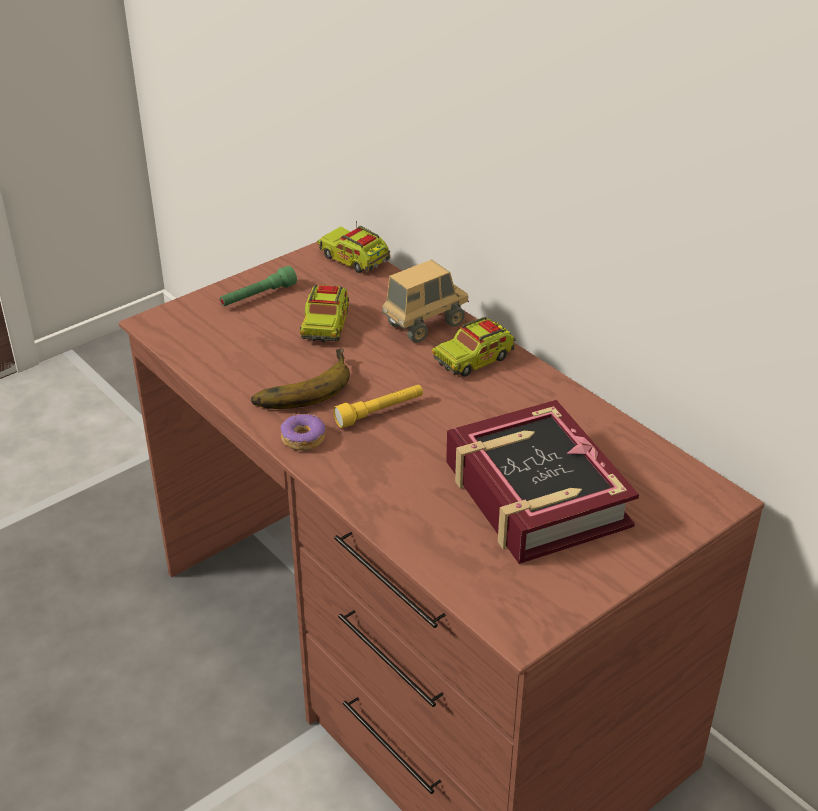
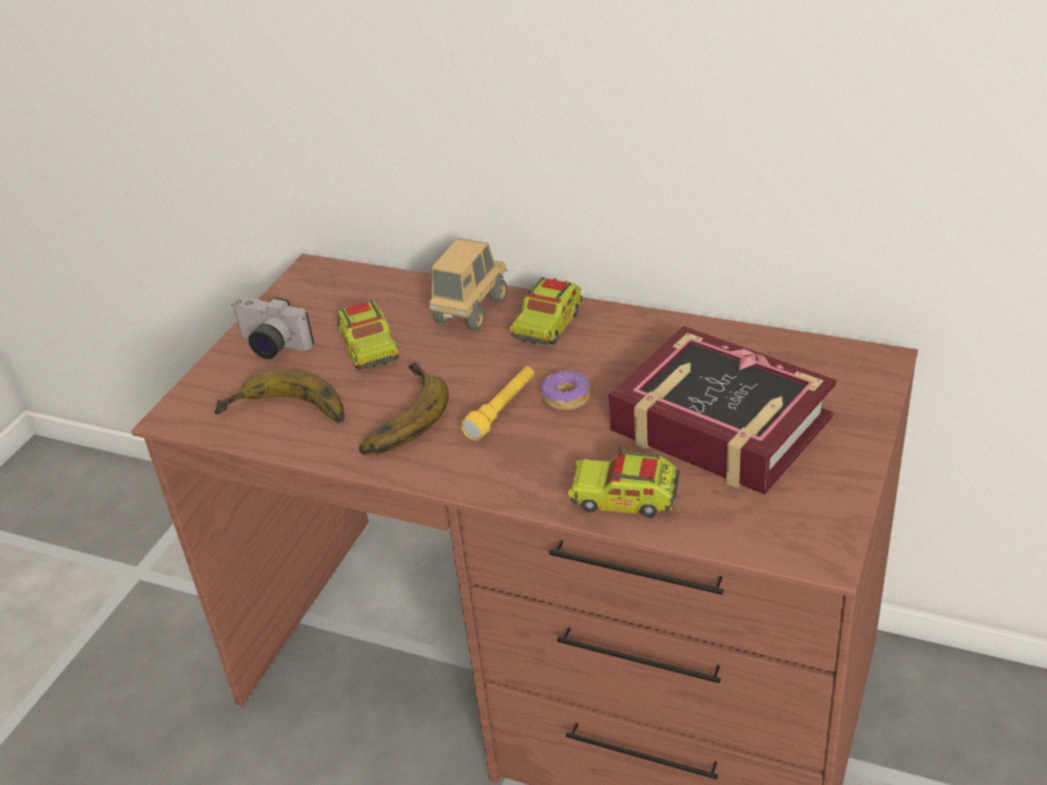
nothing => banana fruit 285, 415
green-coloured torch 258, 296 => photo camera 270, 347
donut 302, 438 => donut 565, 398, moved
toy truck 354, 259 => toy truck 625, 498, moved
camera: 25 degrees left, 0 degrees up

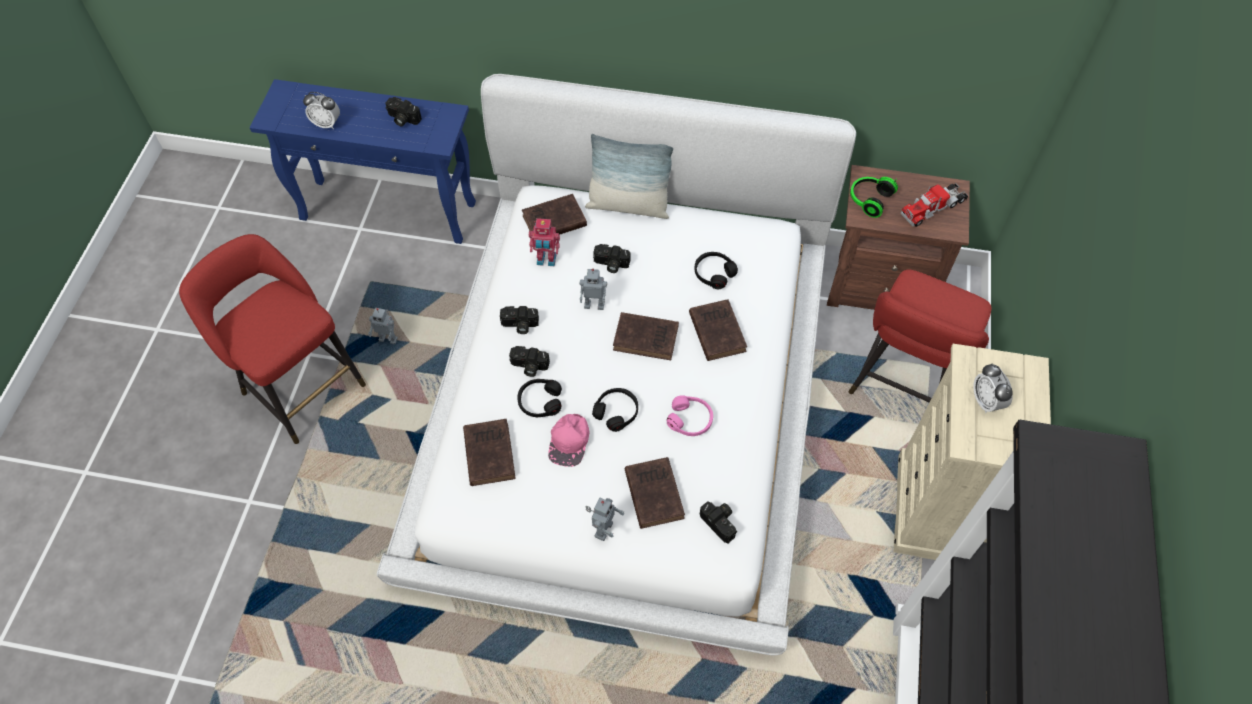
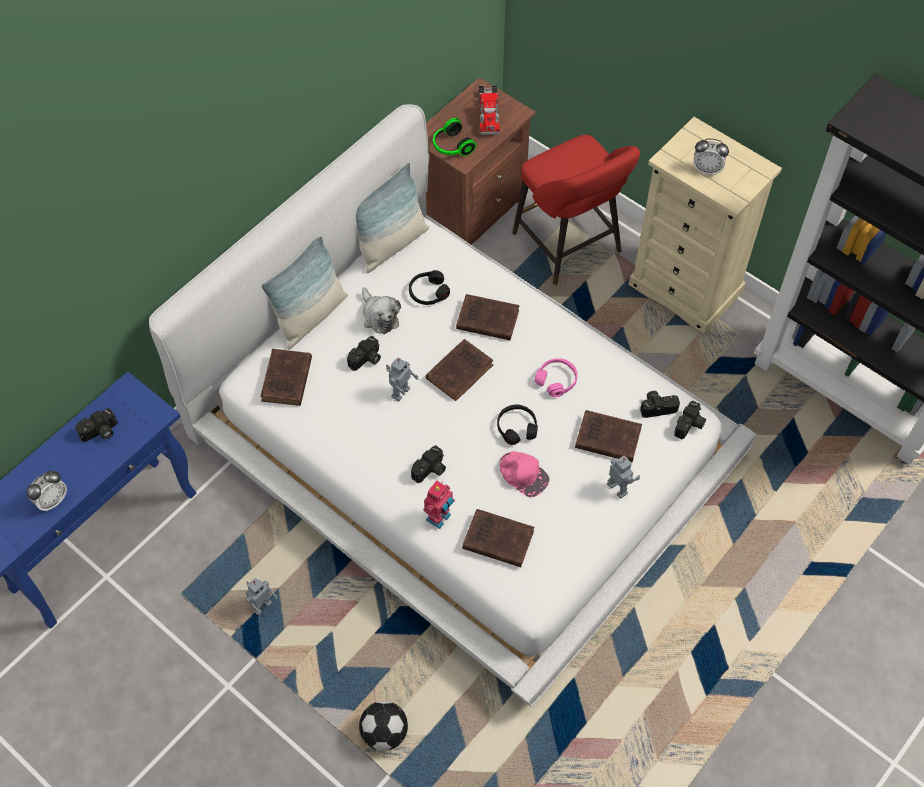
nothing => cushion 391, 245
nothing => football 384, 732
nothing => plush toy 379, 316
model robot 546, 260 => model robot 439, 518, moved
photo camera 519, 325 => photo camera 690, 426, moved
red-coloured stool seat 299, 385 => nothing
blackish headset 540, 401 => nothing
camera: 60 degrees left, 0 degrees up

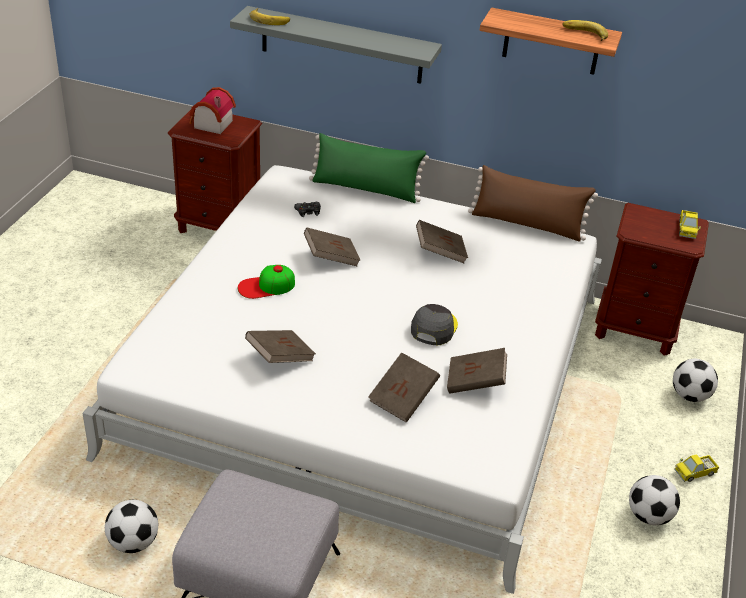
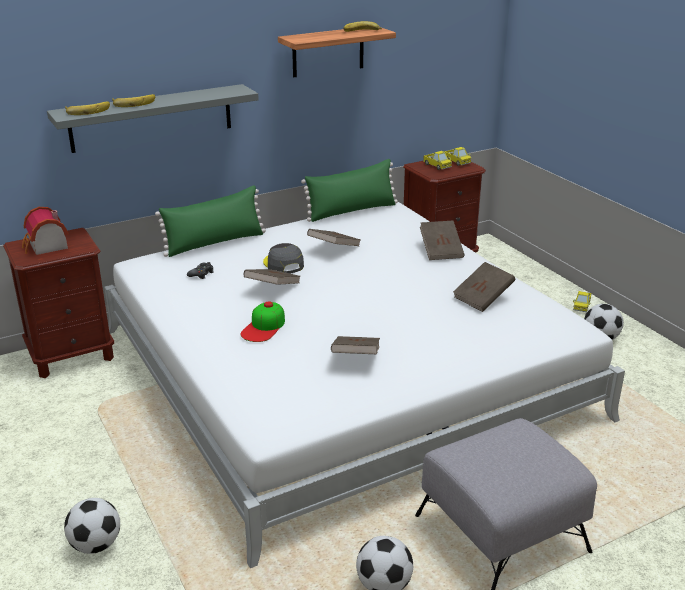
football 690, 396 => football 96, 545, moved
nothing => banana fruit 134, 103
gray cap 433, 327 => gray cap 283, 264, moved
brown-coloured cushion 527, 224 => green-coloured cushion 352, 211
brown-coloured volume 403, 399 => brown-coloured volume 441, 251, moved
nothing => toy truck 437, 166
camera: 45 degrees left, 10 degrees down

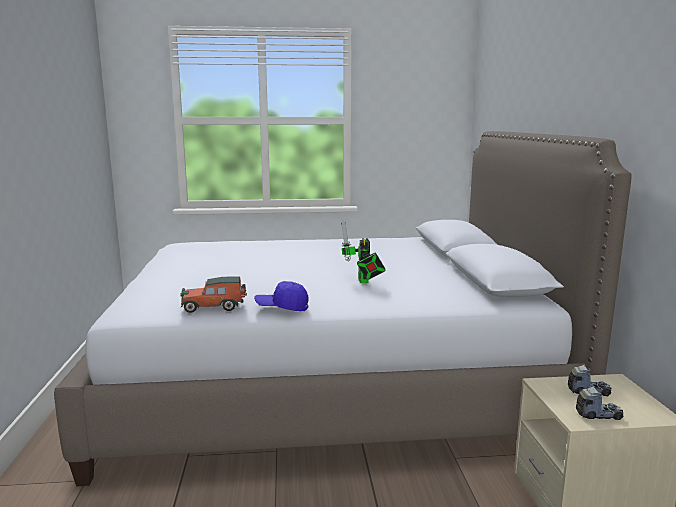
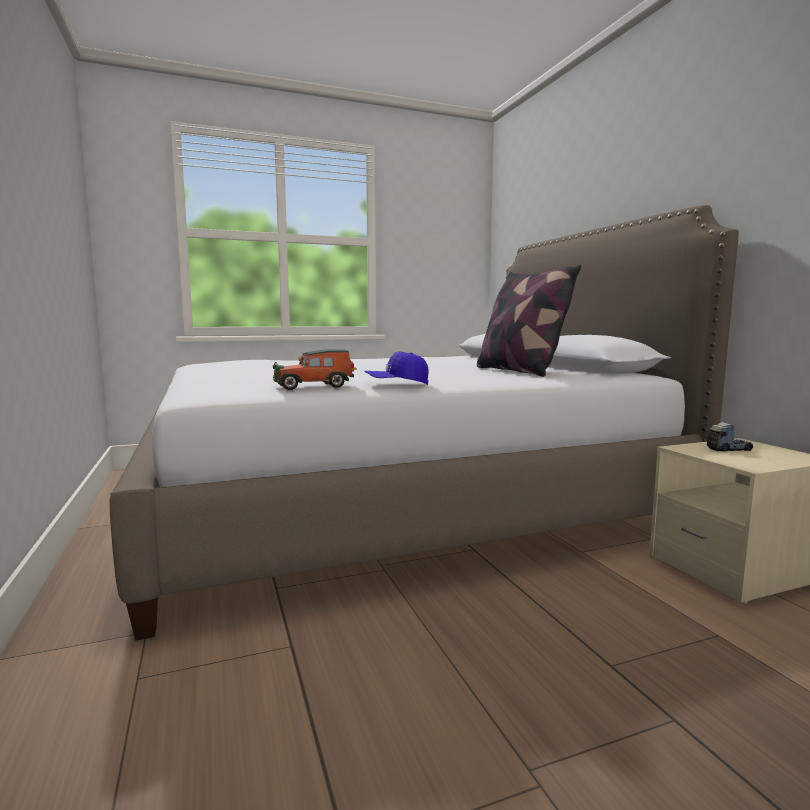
nothing => cushion 519, 371
model robot 363, 281 => nothing
toy truck 598, 414 => nothing
camera: 15 degrees left, 5 degrees down

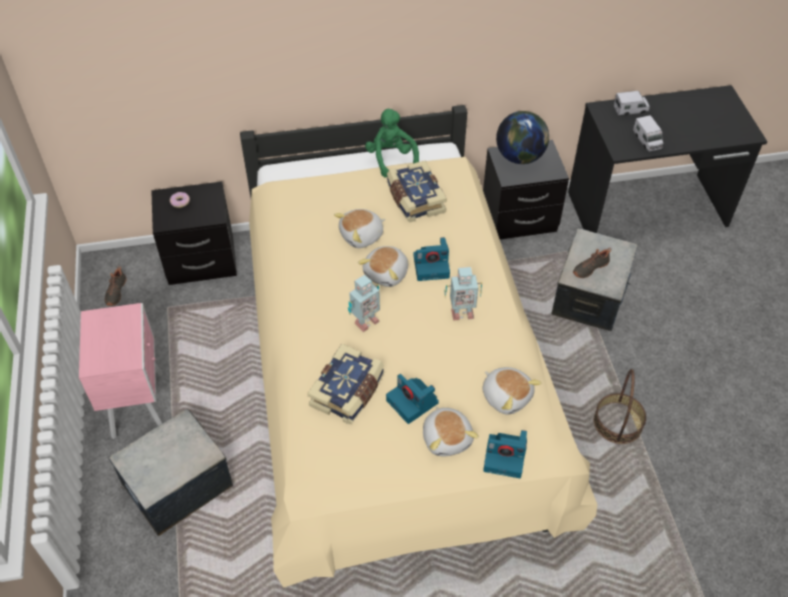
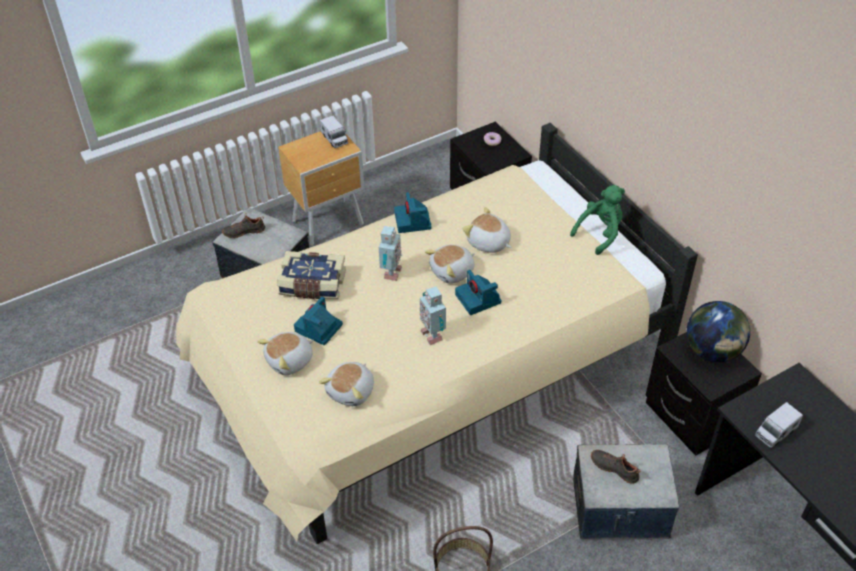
blackish low shoe 115, 292 => blackish low shoe 244, 231, moved
pink-coloured bedside table 139, 403 => brown-coloured bedside table 329, 223
toy truck 630, 110 => toy truck 334, 139, moved
model robot 365, 321 => model robot 390, 273, 105 degrees counterclockwise
photo camera 505, 456 => photo camera 413, 221, moved
plush toy 387, 273 => plush toy 453, 272, 45 degrees counterclockwise
volume 414, 199 => nothing
camera: 70 degrees right, 5 degrees down

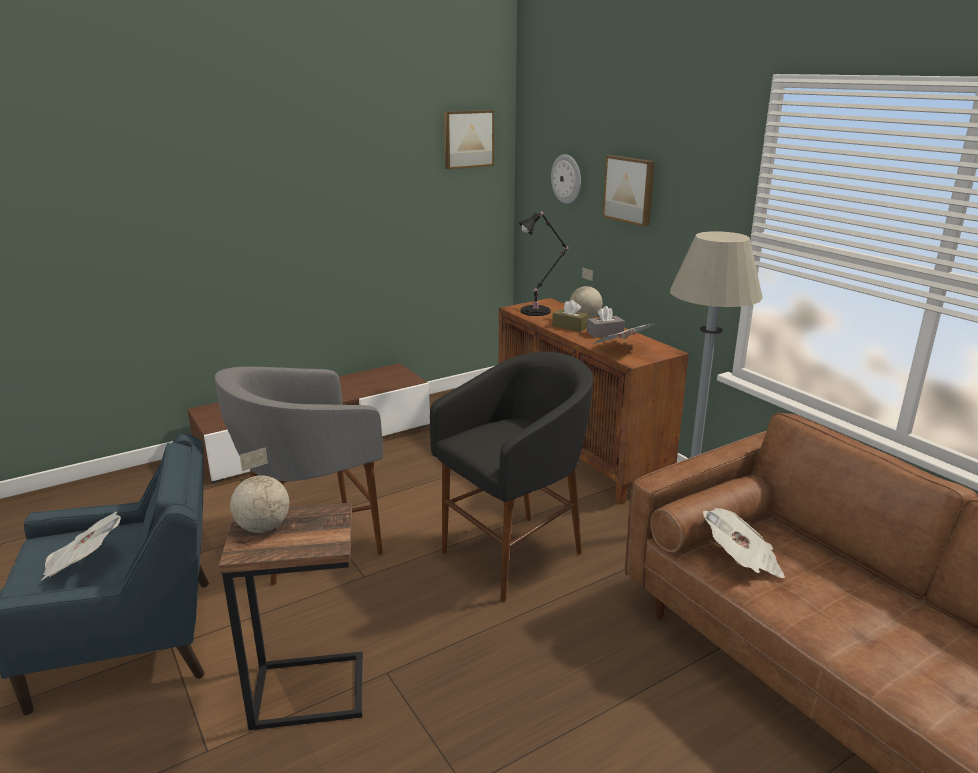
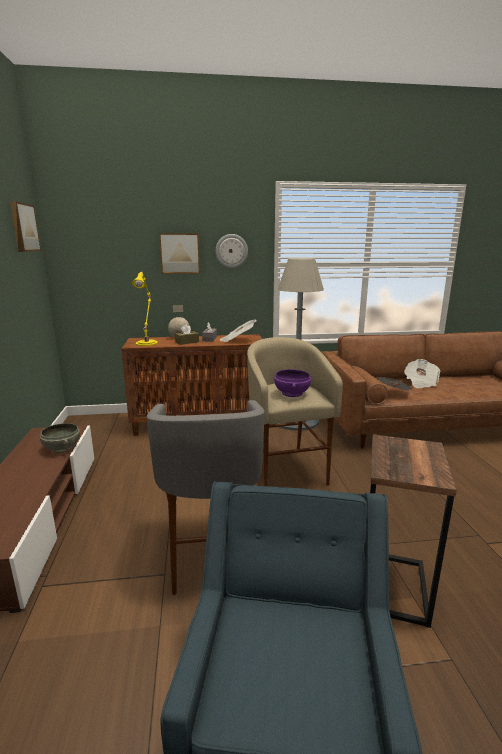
nothing => gray serving bowl 61, 448
blackish tabletop lamp 538, 311 => yellow tabletop lamp 147, 343
hanging clock 567, 179 => hanging clock 231, 251, moved
blackish stool seat 515, 554 => sand-coloured stool seat 286, 470
nothing => purple-coloured serving bowl 291, 393
daily paper 84, 563 => daily paper 420, 383, moved
globe 262, 528 => nothing
camera: 65 degrees left, 5 degrees down

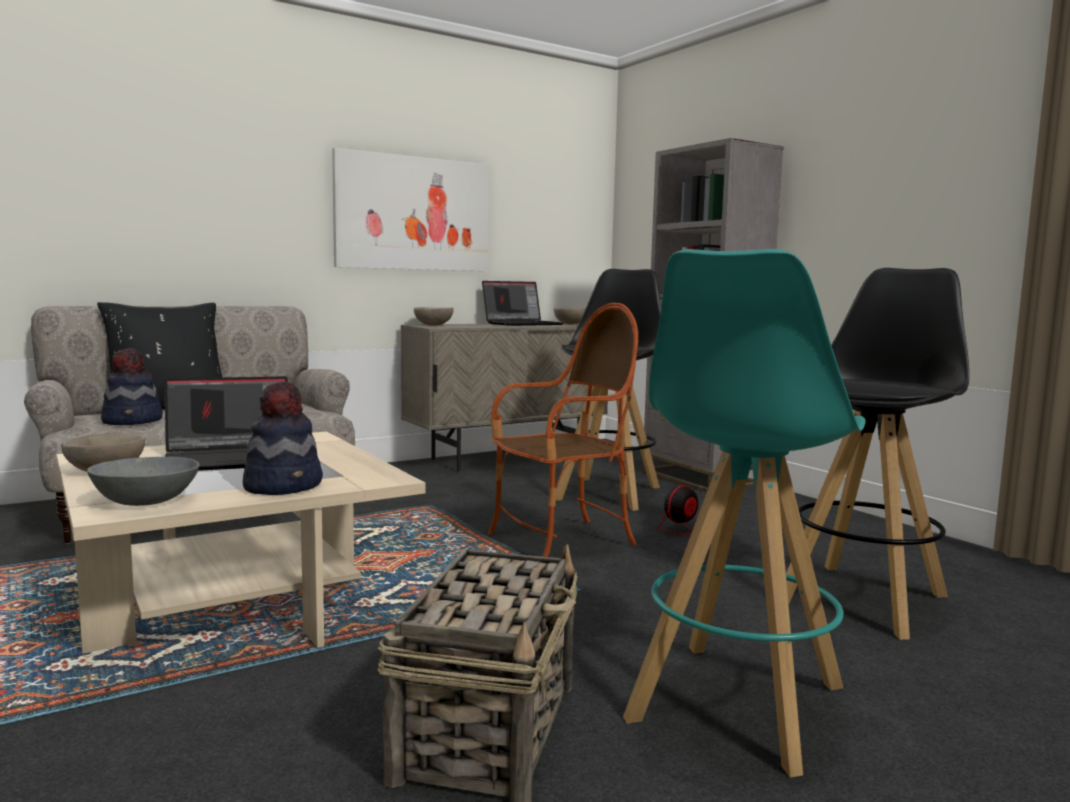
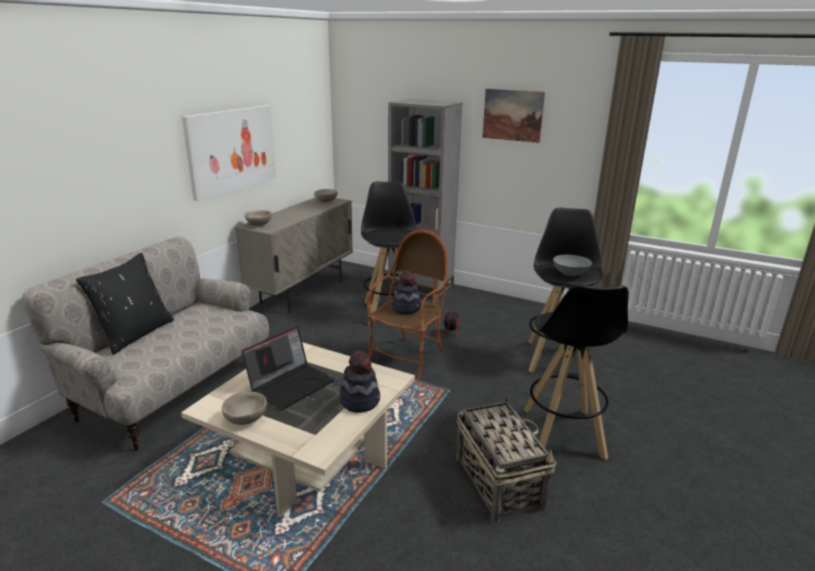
wearable hat 133, 421 => wearable hat 406, 308, moved
nothing => wall art 512, 115
turquoise stool seat 735, 704 => blackish stool seat 563, 433
gray serving bowl 146, 501 => gray serving bowl 571, 273, moved
notebook computer 522, 324 => nothing
camera: 30 degrees left, 15 degrees up

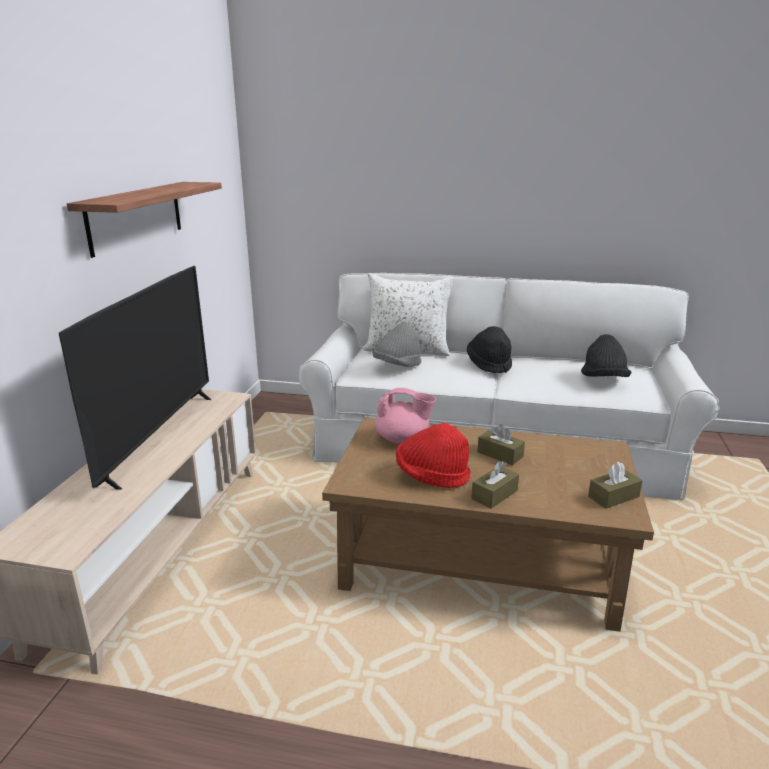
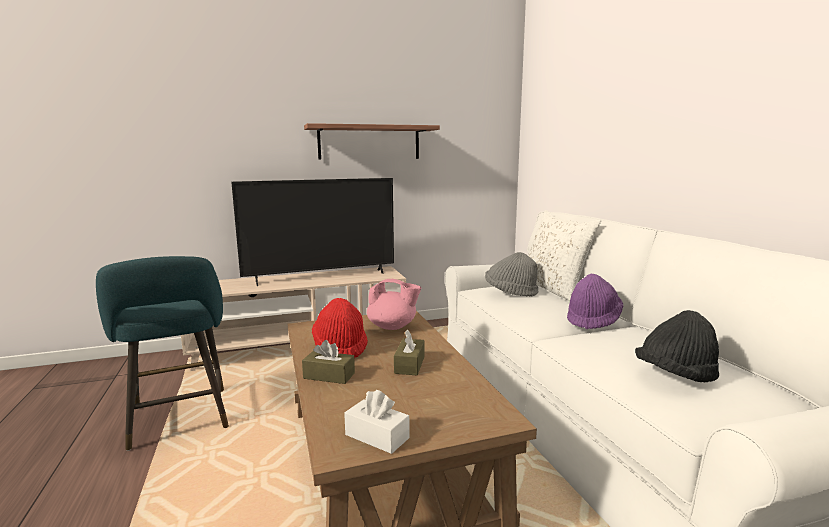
nothing => turquoise stool seat 179, 421
brown-coloured box of tissues 613, 497 => whitish box of tissues 377, 436
pink-coloured teapot 403, 439 => pink-coloured teapot 393, 327, 60 degrees counterclockwise
blackish wearable hat 489, 364 => purple-coloured wearable hat 593, 320
camera: 60 degrees right, 10 degrees down

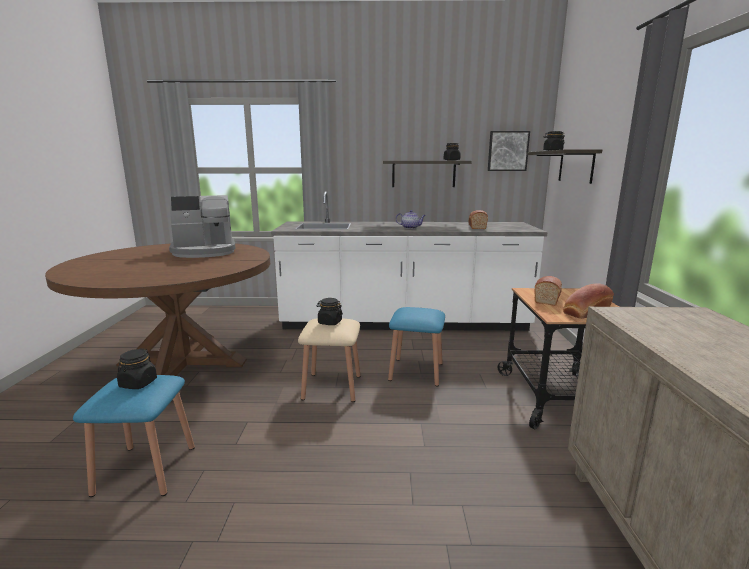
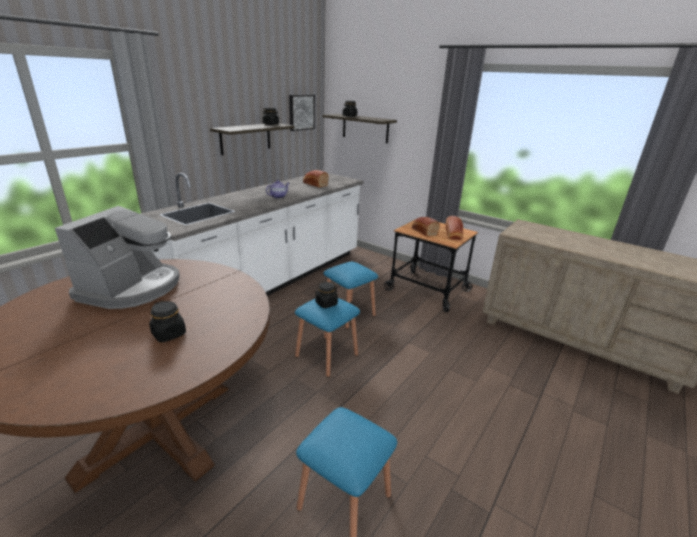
blackish jar 138, 383 => blackish jar 169, 334, moved
sand-coloured stool seat 332, 387 => bluish stool seat 326, 355
camera: 55 degrees left, 10 degrees up

